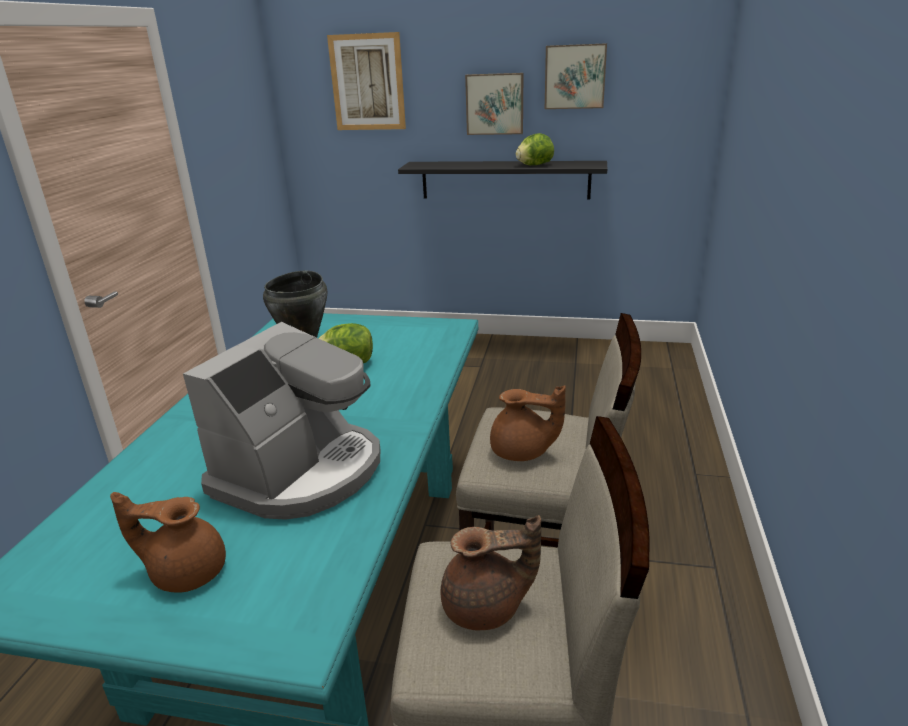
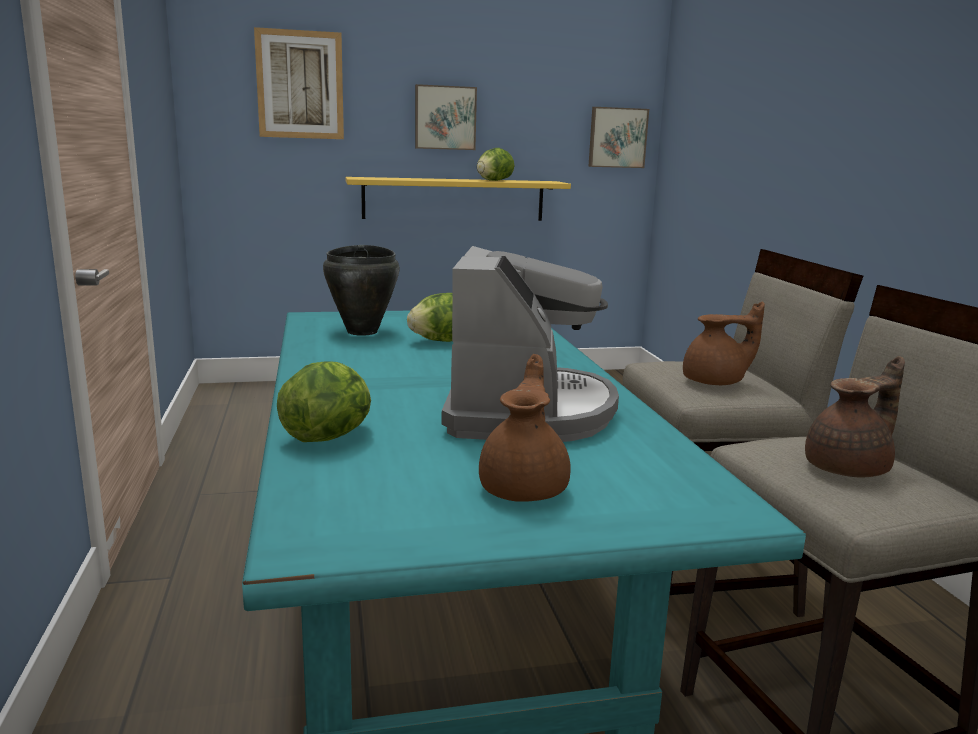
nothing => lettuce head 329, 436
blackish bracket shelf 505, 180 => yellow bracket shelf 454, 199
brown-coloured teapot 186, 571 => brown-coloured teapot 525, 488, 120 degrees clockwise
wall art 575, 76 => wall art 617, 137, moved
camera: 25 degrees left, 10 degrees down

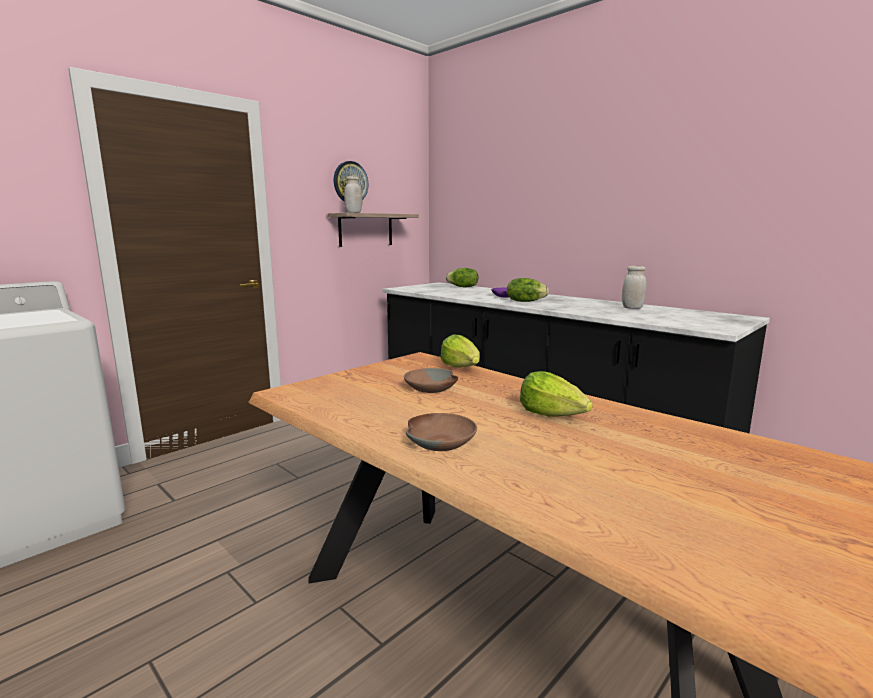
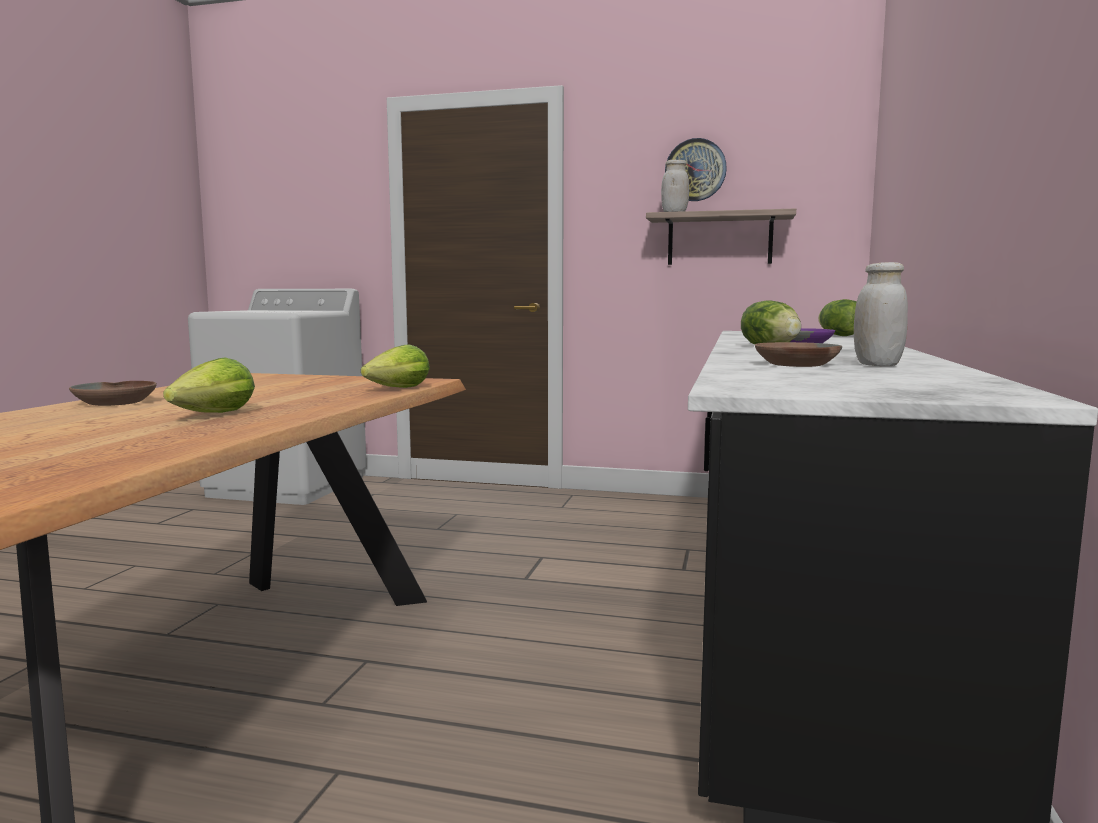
brown-coloured serving bowl 431, 388 => brown-coloured serving bowl 795, 364, moved
camera: 60 degrees right, 5 degrees down

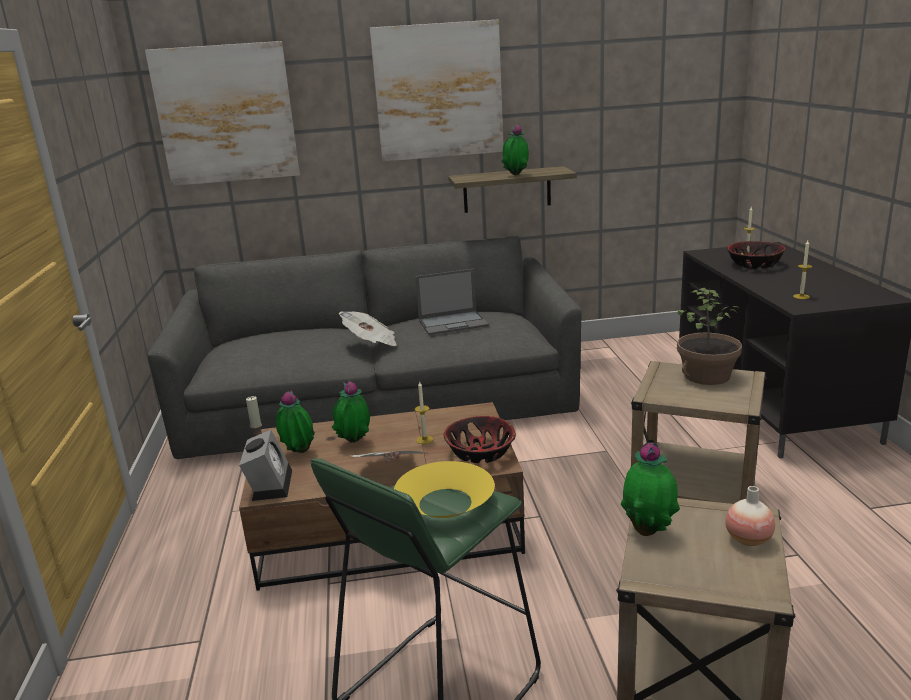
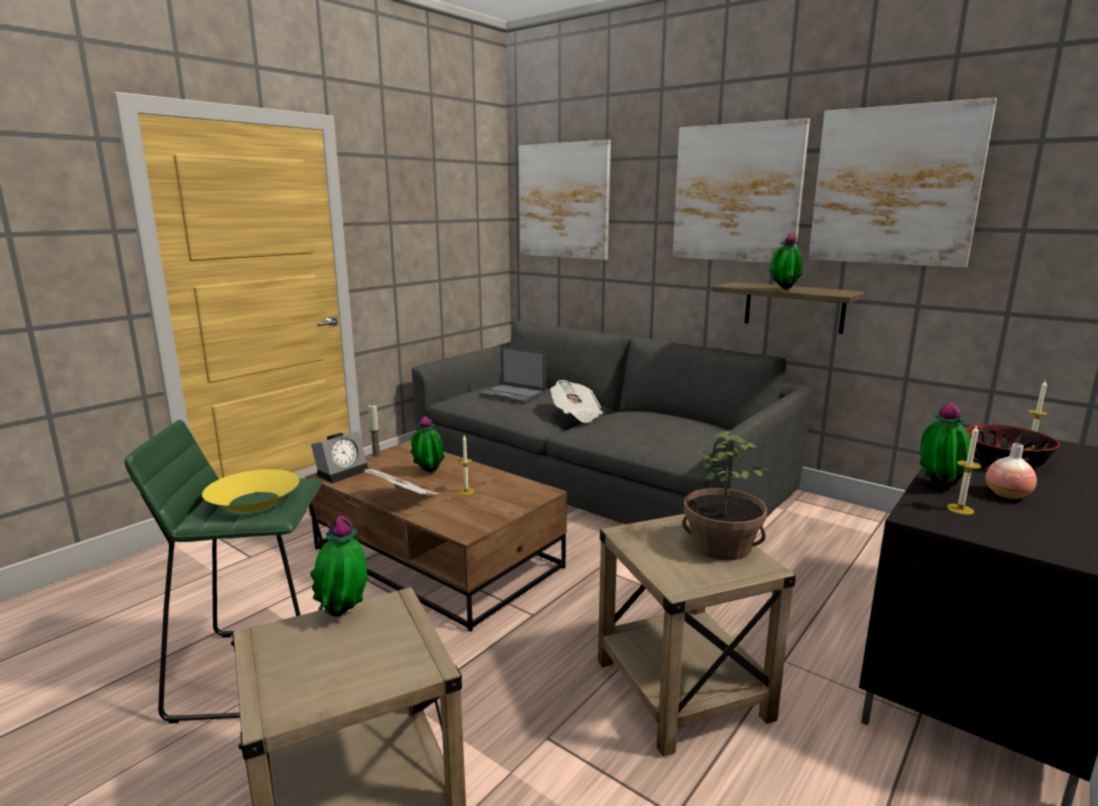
notebook computer 453, 323 => notebook computer 513, 393, moved
nothing => wall art 894, 186
houseplant 298, 453 => houseplant 938, 486, moved
vase 748, 539 => vase 1007, 495, moved
serving bowl 481, 453 => nothing
camera: 45 degrees right, 5 degrees down

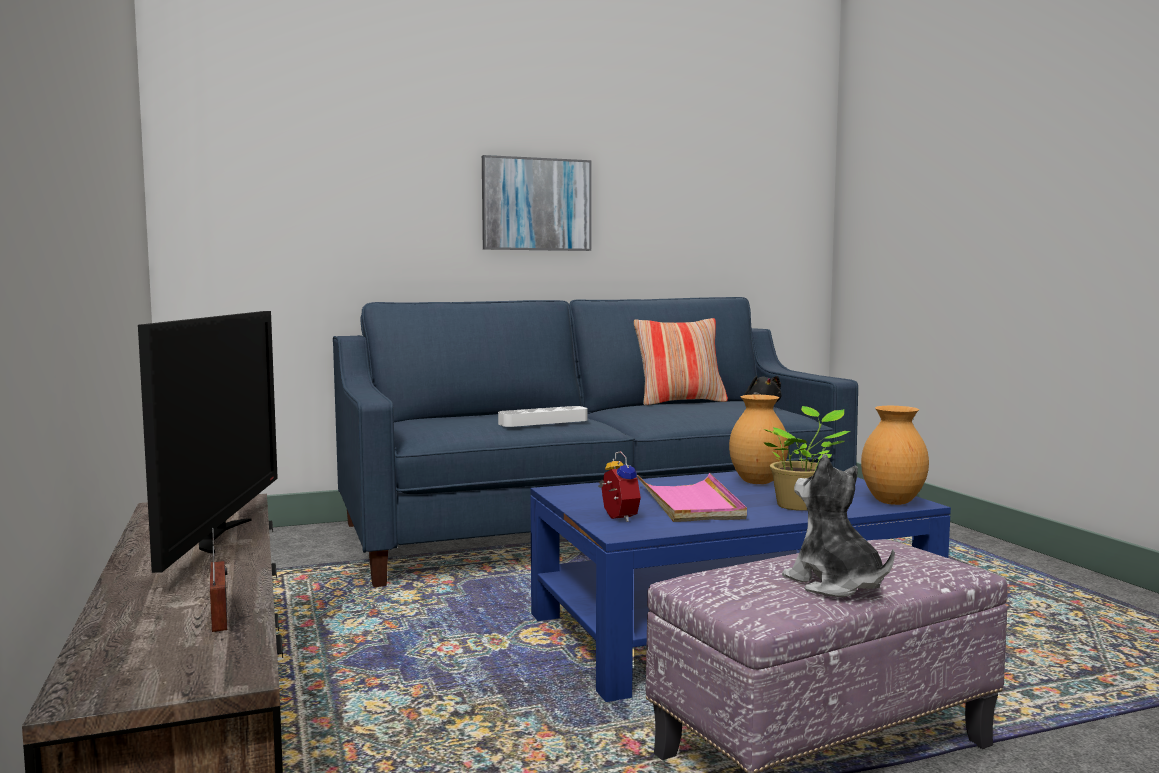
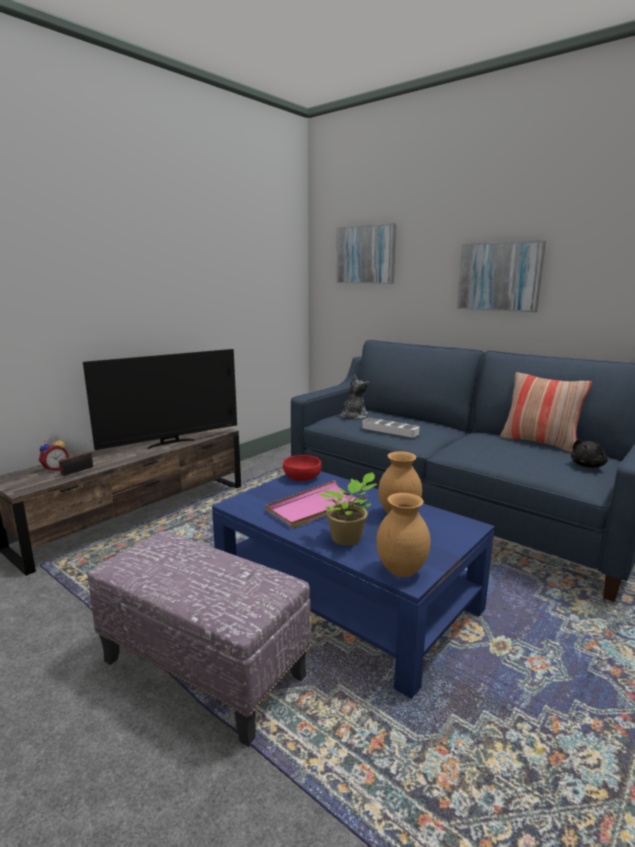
bedside clock 616, 518 => bedside clock 55, 469, moved
nothing => red-coloured serving bowl 301, 477
nothing => wall art 365, 255
plush toy 835, 584 => plush toy 353, 416, moved
camera: 60 degrees right, 10 degrees up

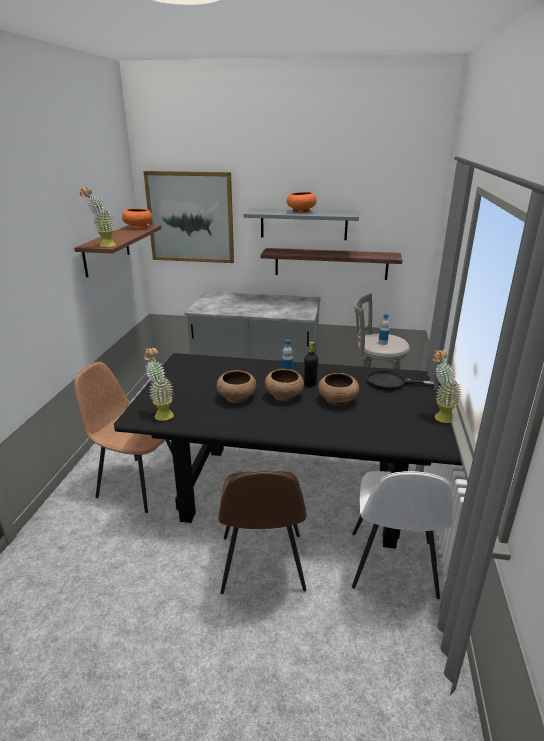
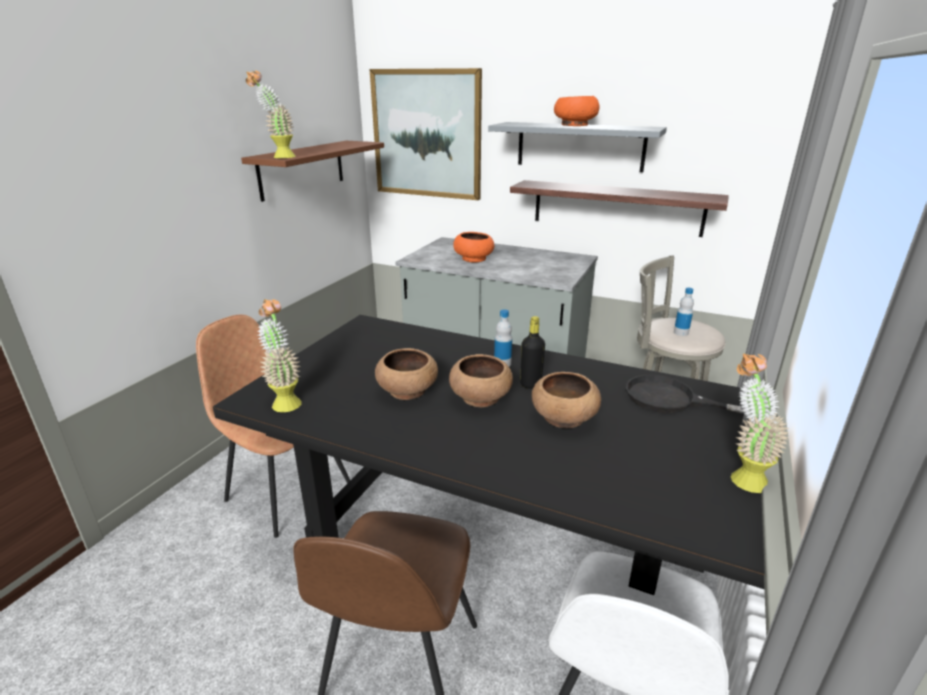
orange-coloured serving bowl 138, 227 => orange-coloured serving bowl 474, 259, moved
camera: 15 degrees right, 0 degrees up

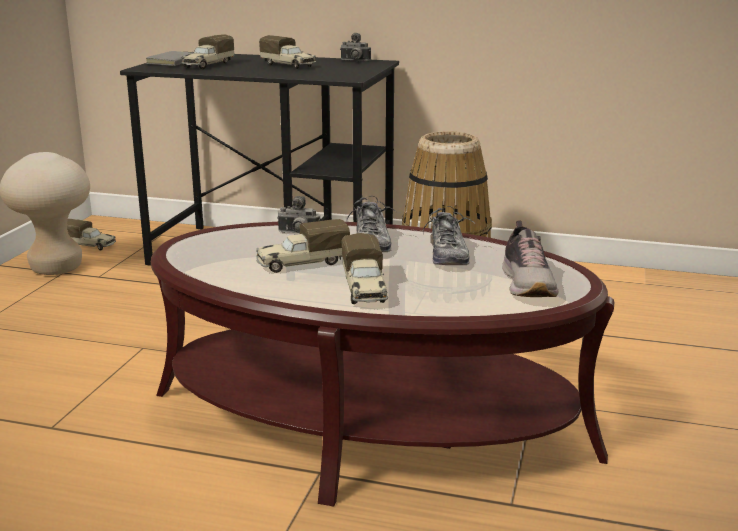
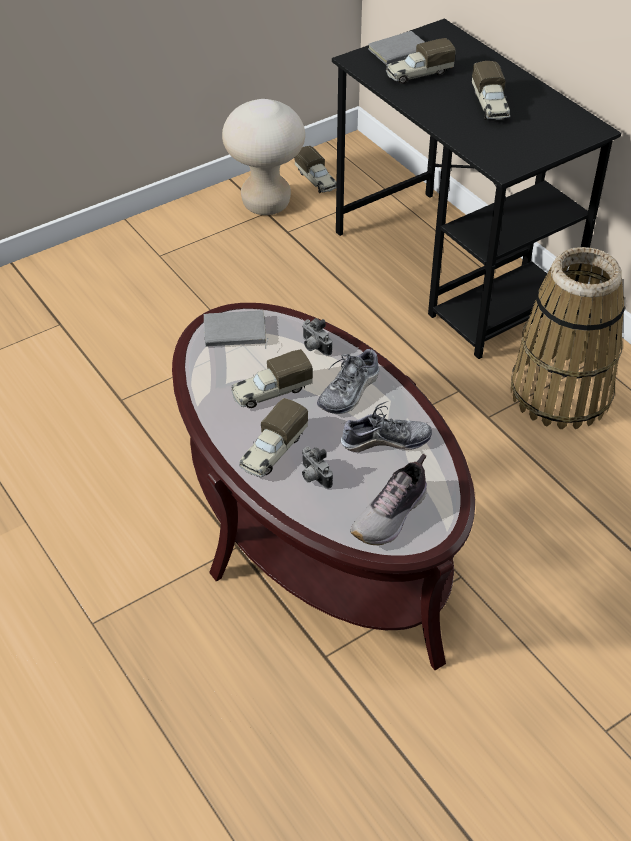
nothing => gray volume 235, 333
toy truck 302, 263 => toy truck 270, 392, 45 degrees counterclockwise
photo camera 355, 61 => photo camera 313, 477, moved
low shoe 447, 255 => low shoe 385, 441, 135 degrees counterclockwise
camera: 40 degrees right, 25 degrees up

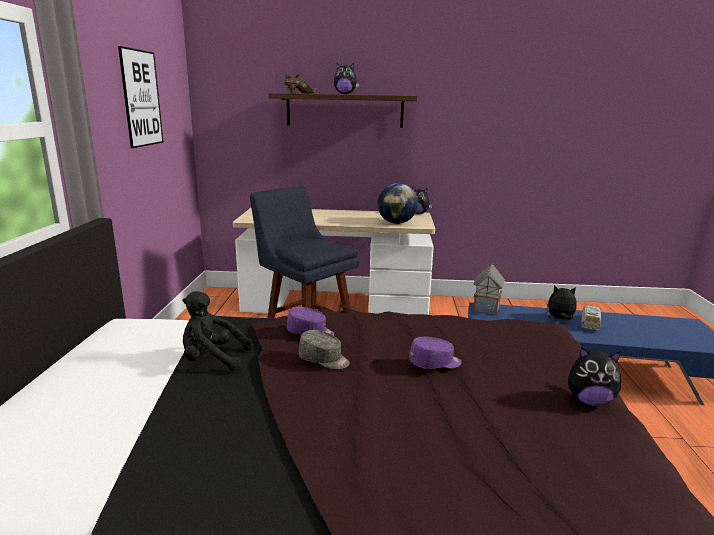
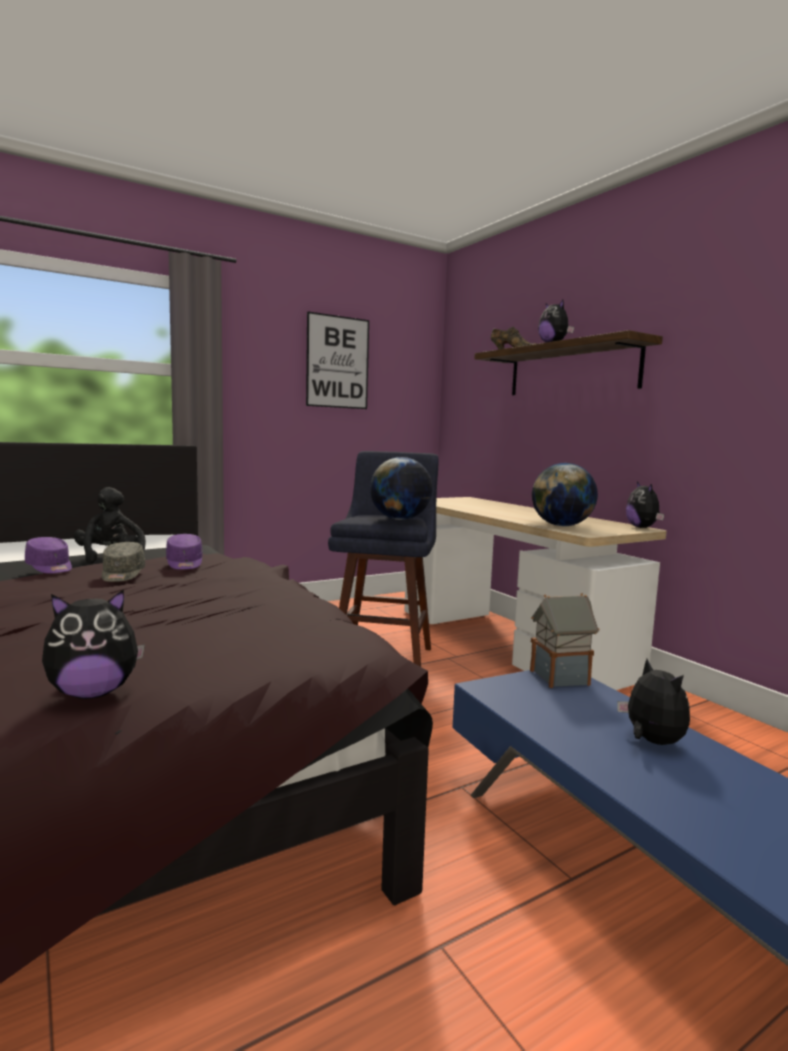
purple-coloured cap 435, 363 => purple-coloured cap 50, 567, moved
plush toy 589, 401 => plush toy 93, 693, 90 degrees counterclockwise
nothing => globe 400, 519
toy truck 590, 323 => nothing
camera: 55 degrees right, 10 degrees down

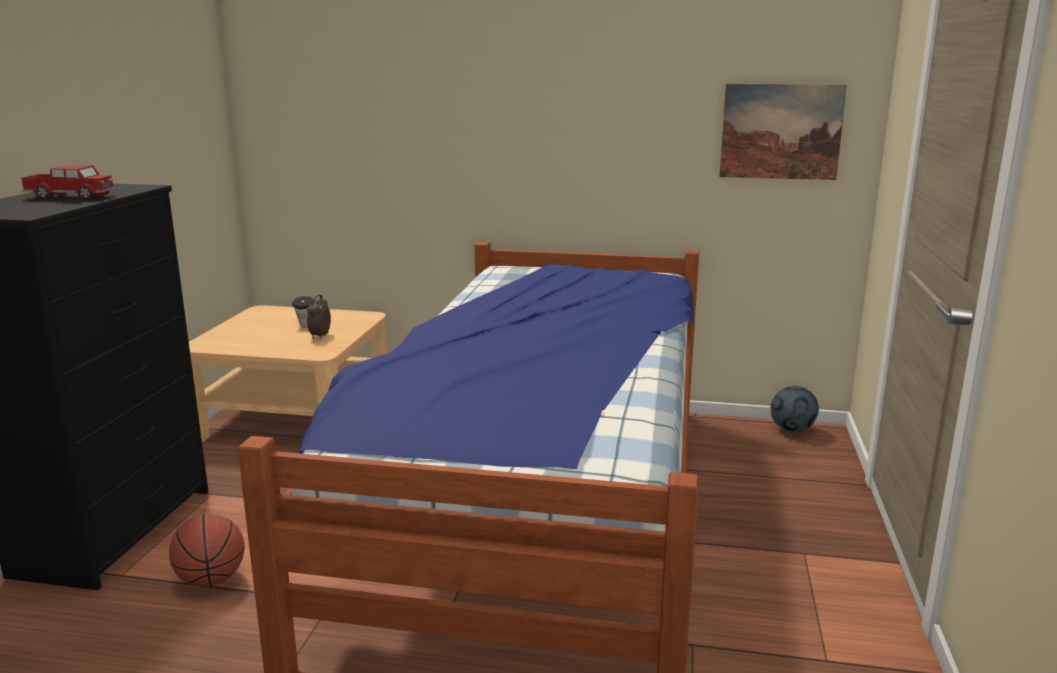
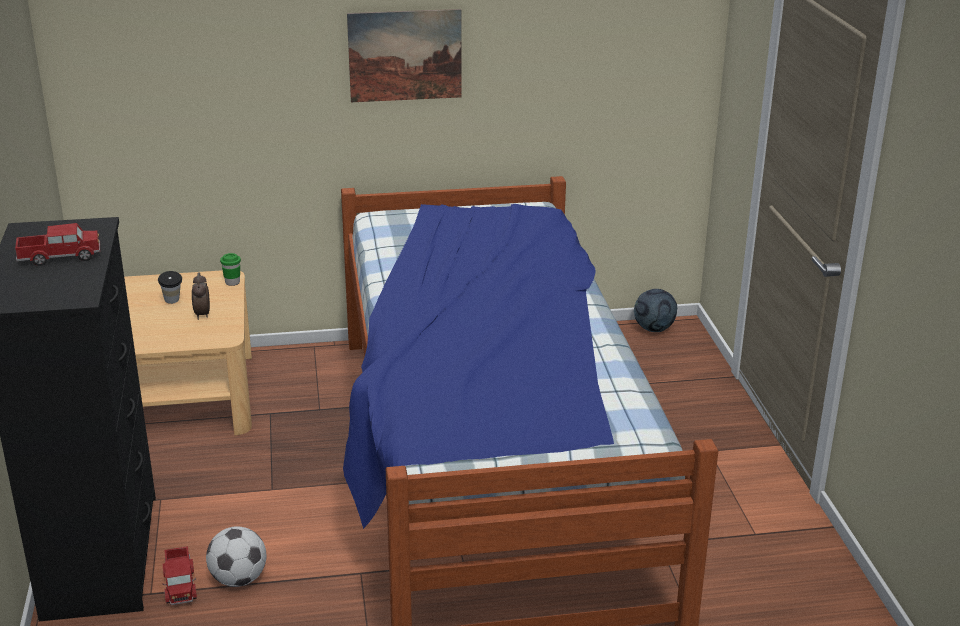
nothing => toy truck 180, 584
basketball 211, 580 => football 238, 579
nothing => green-coloured drinking cup 232, 282
wall art 781, 131 => wall art 405, 55, moved
camera: 20 degrees left, 10 degrees up

